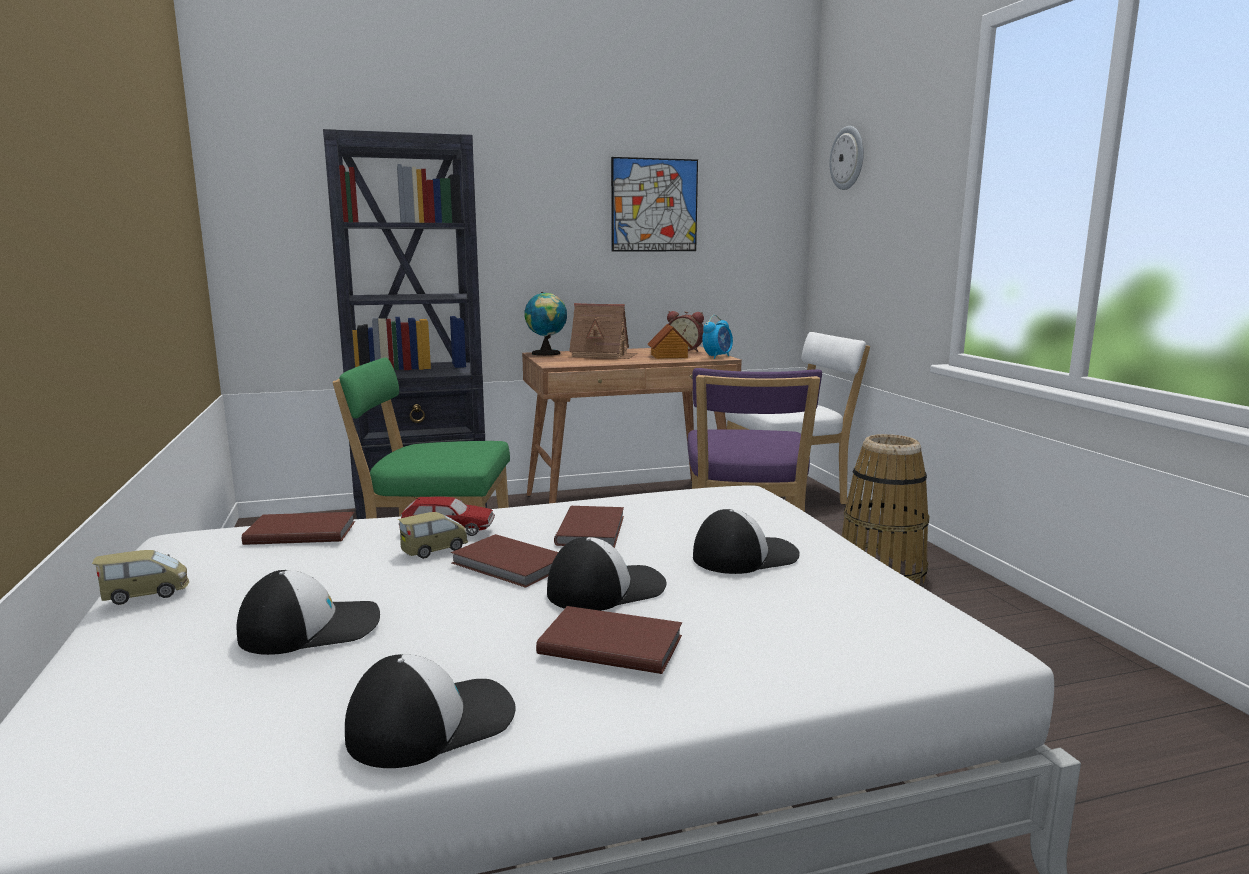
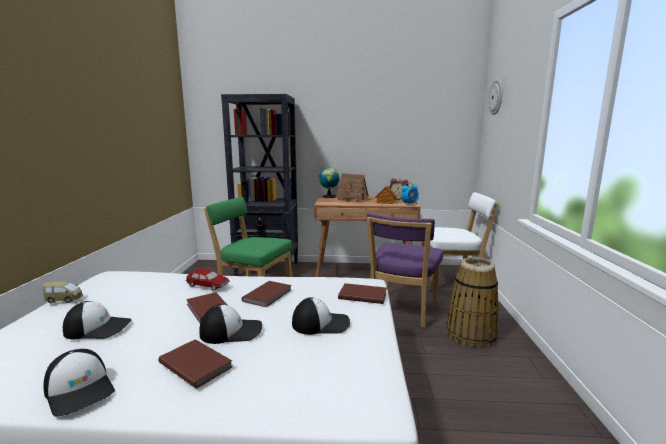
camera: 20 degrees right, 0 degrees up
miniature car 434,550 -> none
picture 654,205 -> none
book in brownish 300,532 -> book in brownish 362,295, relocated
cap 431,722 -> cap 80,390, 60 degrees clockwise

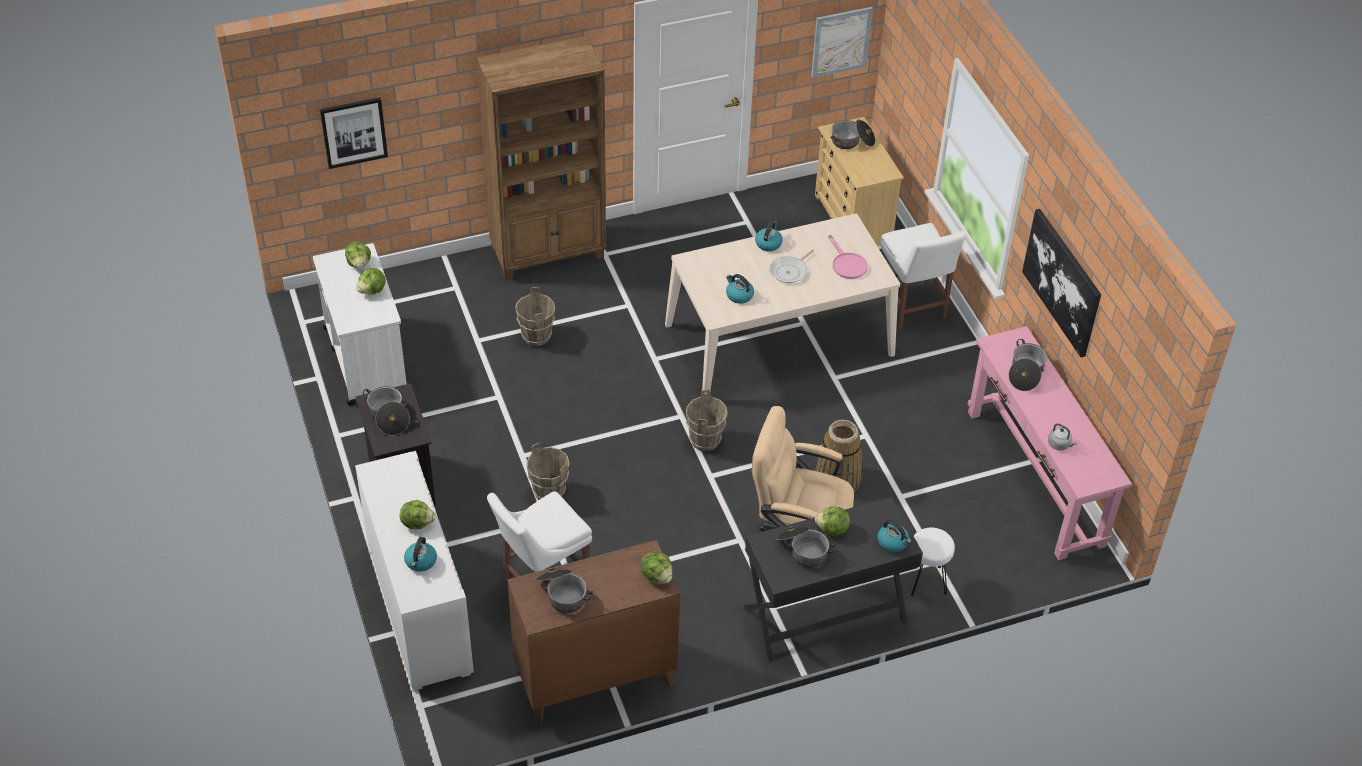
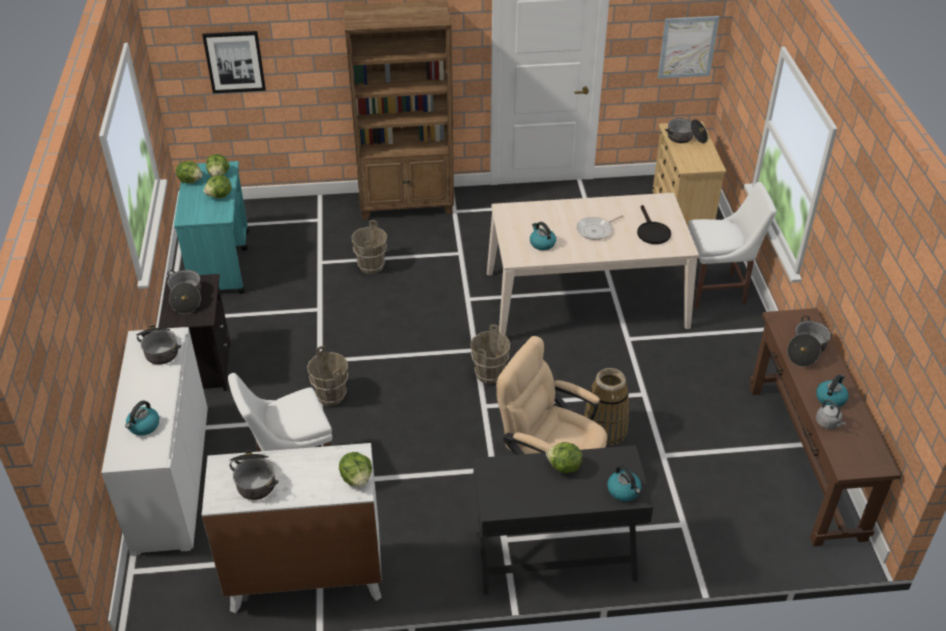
camera: 15 degrees right, 5 degrees down
stool in white 926,581 -> none
picture 1062,282 -> none
head of lettuce 417,522 -> head of lettuce 191,180, relocated
kettle 768,243 -> kettle 830,398, relocated
saucepot 803,550 -> saucepot 160,349, relocated
trolley in white 365,358 -> trolley in blue-green 220,262
dresser in brownish 595,679 -> dresser in white 306,577
skillet in pink-coloured 846,264 -> skillet in black 651,232
hall table in pink-coloured 1034,477 -> hall table in brownish 804,460
upright chair in white 912,307 -> upright chair in white 717,290, 90 degrees counterclockwise

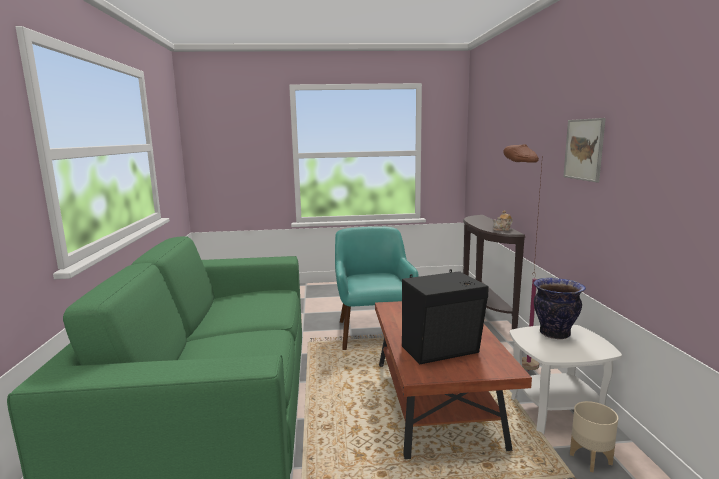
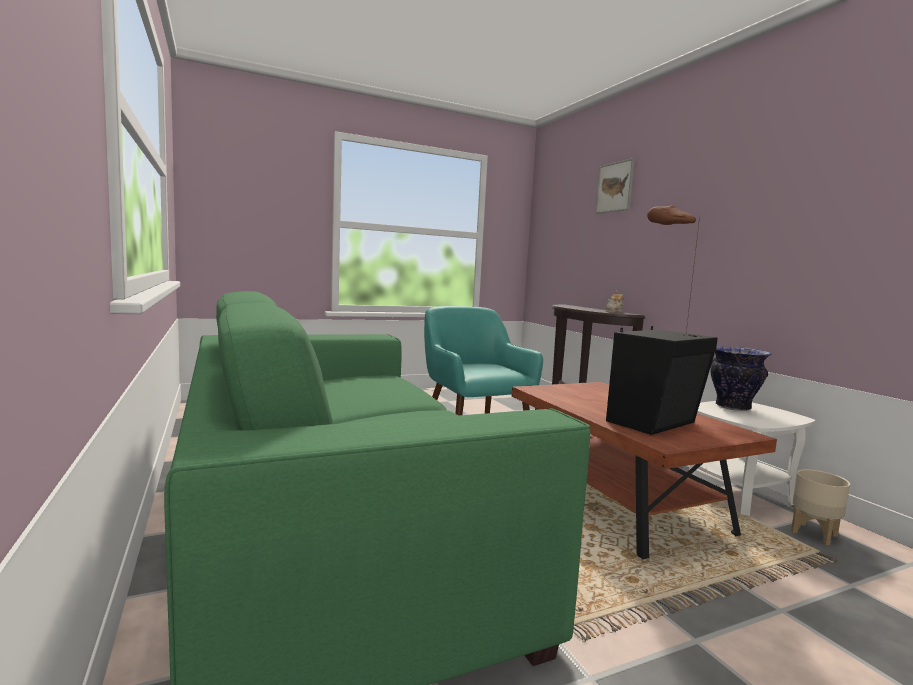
camera: 20 degrees left, 5 degrees down
picture 584,149 -> picture 614,187, relocated

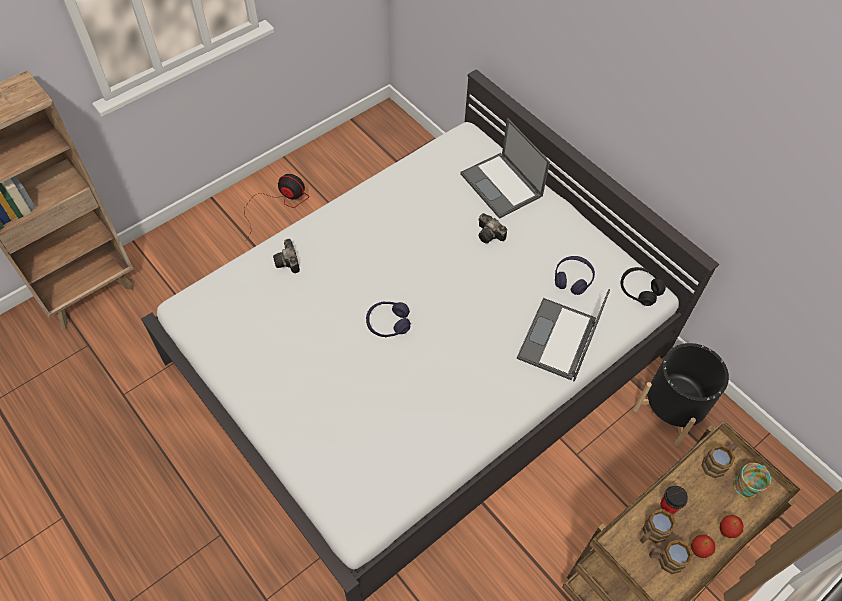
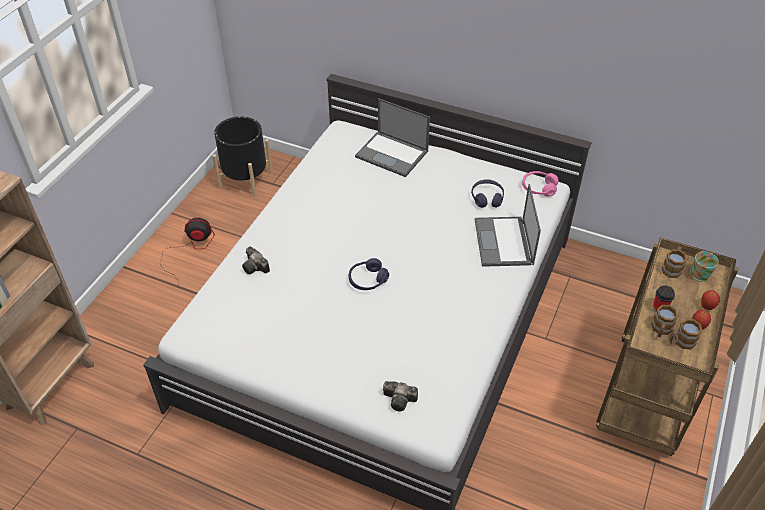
camera: 25 degrees left, 10 degrees down
photo camera 490,235 -> photo camera 401,400, relocated
plant pot in black 671,410 -> plant pot in black 245,179, relocated
headphones in black 639,290 -> headphones in pink-coloured 539,188

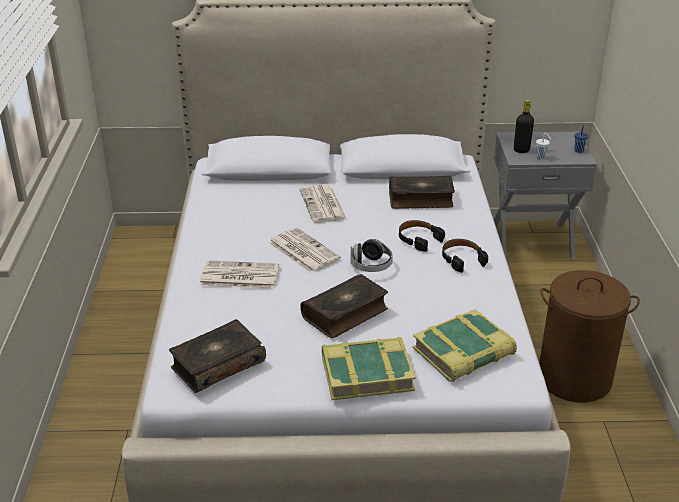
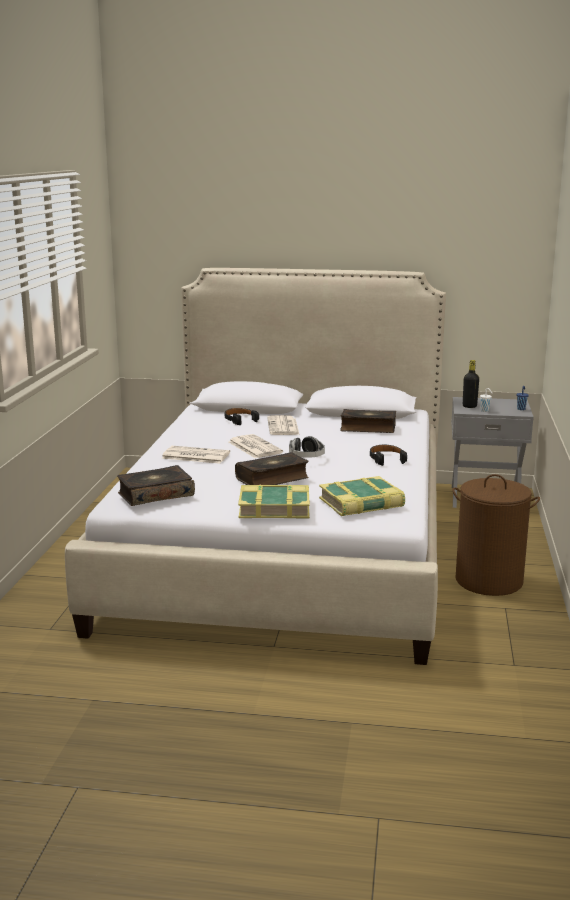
camera: 10 degrees right, 15 degrees down
headphones in black 418,239 -> headphones in black 240,420, relocated

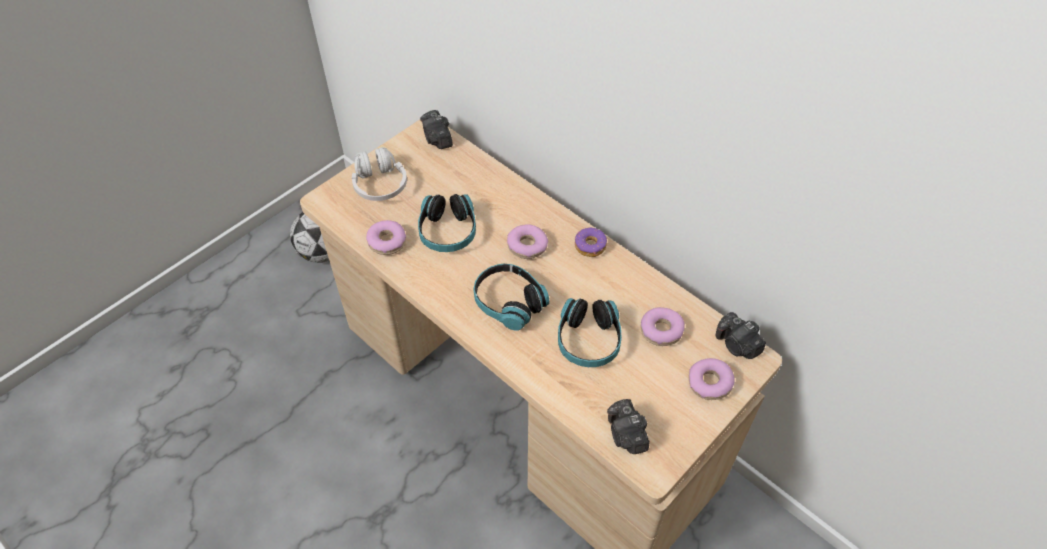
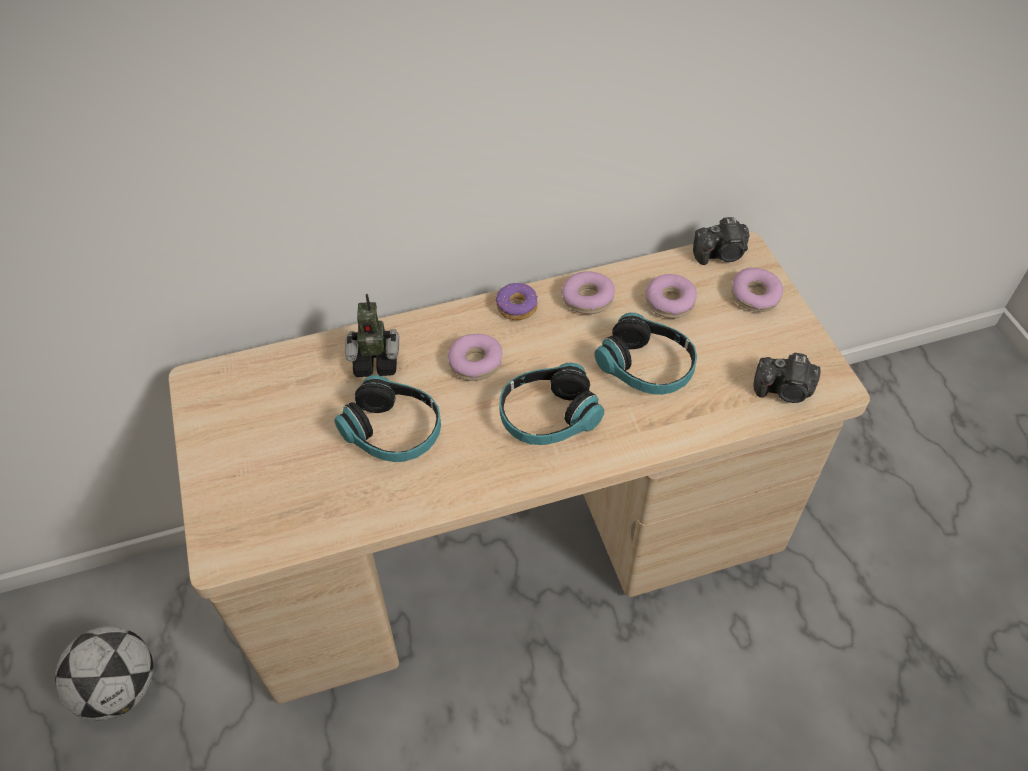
camera: 60 degrees left, 0 degrees up
headphones in white 380,184 -> none
photo camera 437,139 -> none
none -> robot figure 376,361
doughnut 387,242 -> doughnut 587,299, relocated

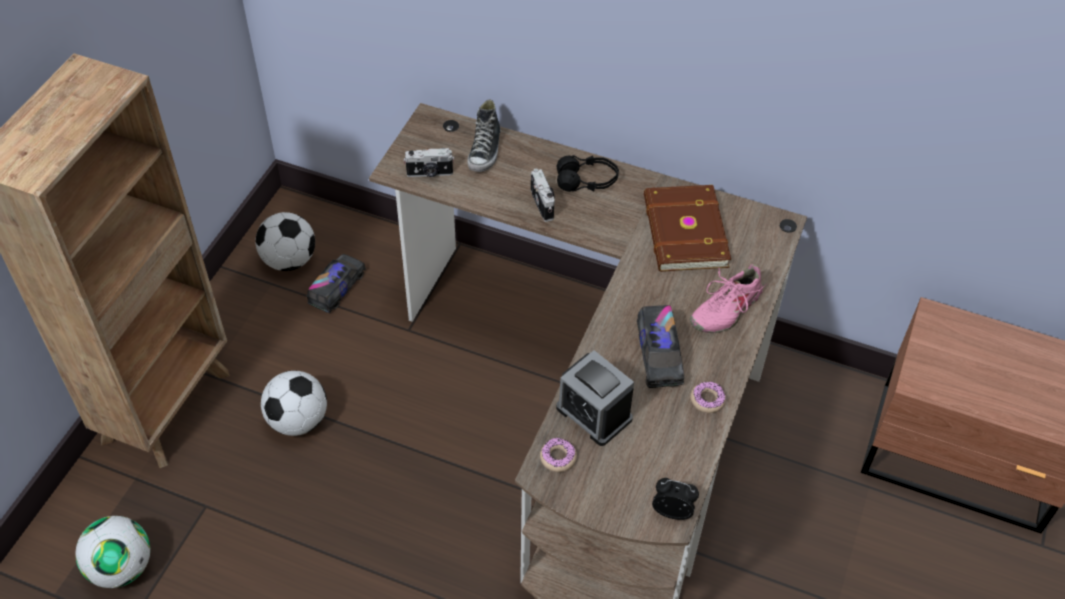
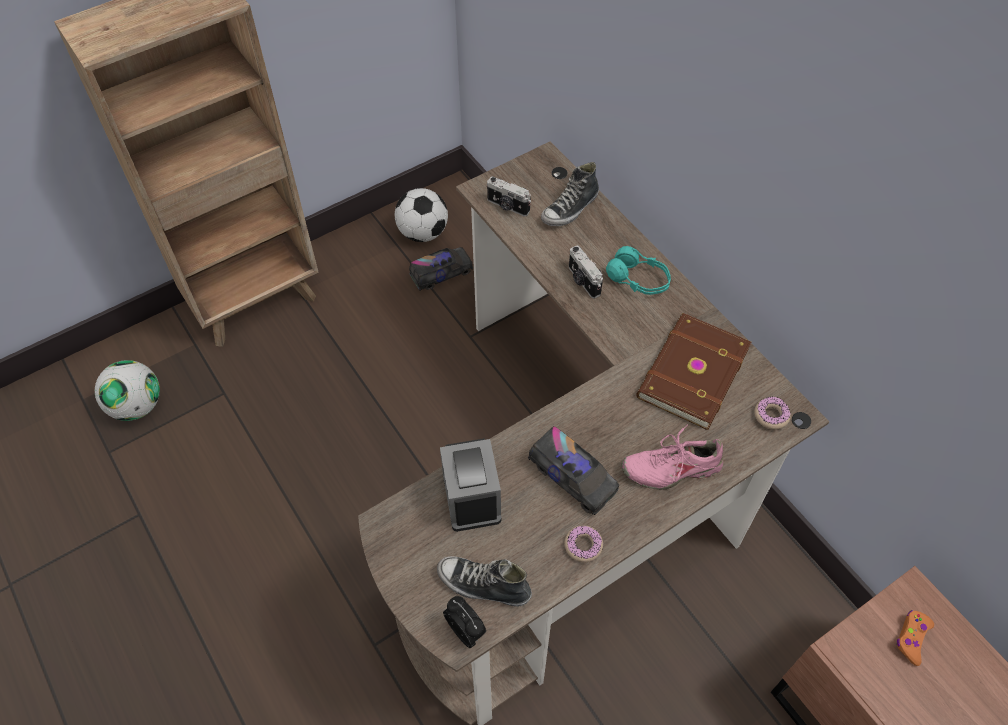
camera: 35 degrees right, 5 degrees up
football ball 298,420 -> none
none -> item of footwear 483,585
none -> gamepad in orange 911,638
doughnut 558,458 -> doughnut 771,416, relocated
headphones in black 587,181 -> headphones in blue-green 638,280
photo camera 543,204 -> photo camera 583,281, 135 degrees clockwise
toy lorry 658,356 -> toy lorry 572,477, 75 degrees counterclockwise

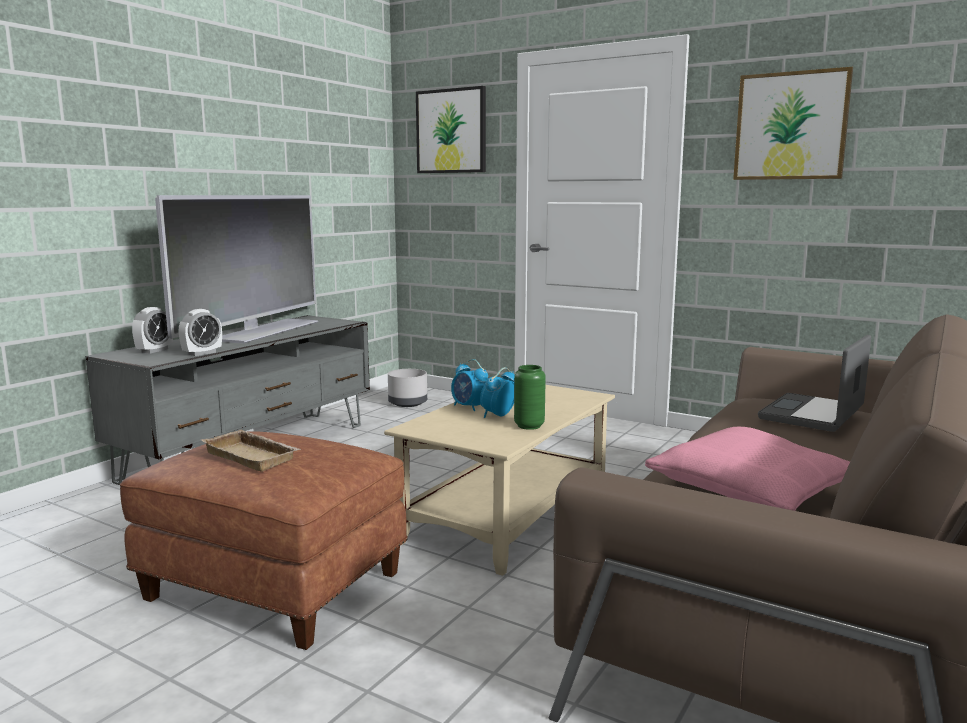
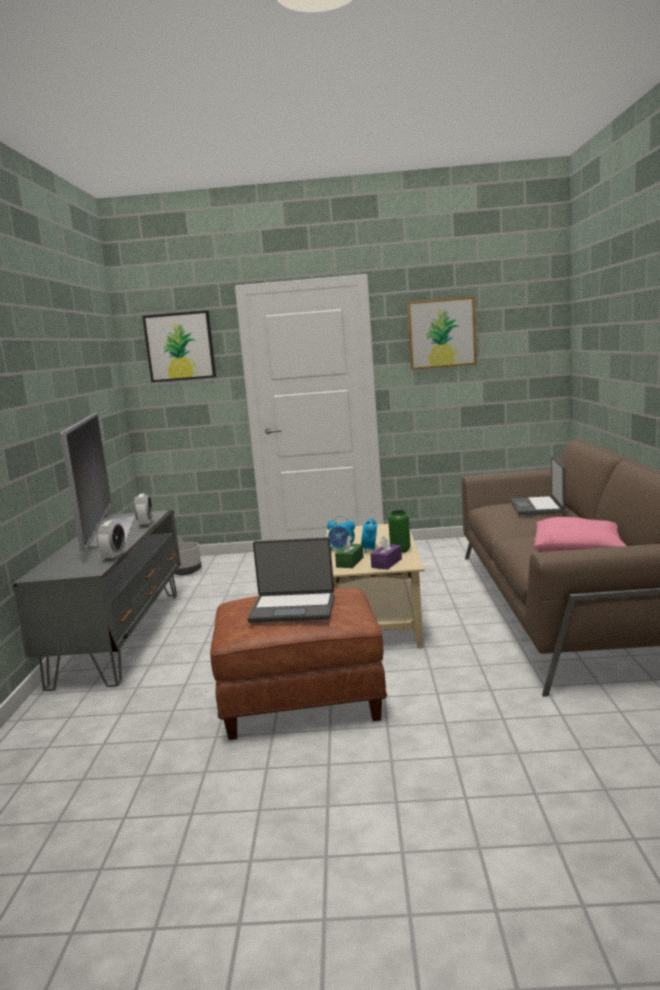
camera: 30 degrees left, 0 degrees up
none -> tissue holder in green-coloured 350,562
none -> tissue holder in purple 386,563
table clock 154,350 -> table clock 145,525, relocated
carrying tray in beige 254,456 -> notebook computer 293,608

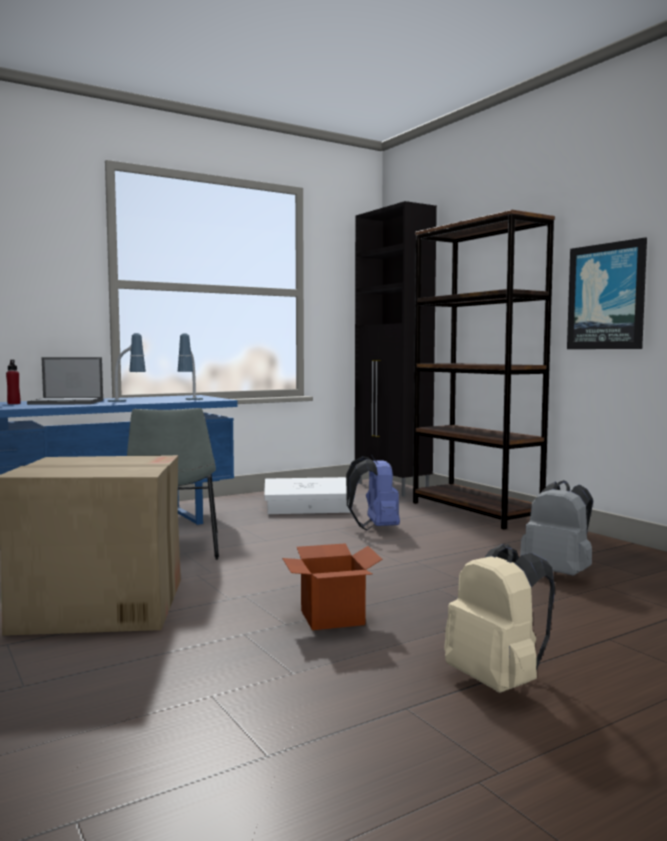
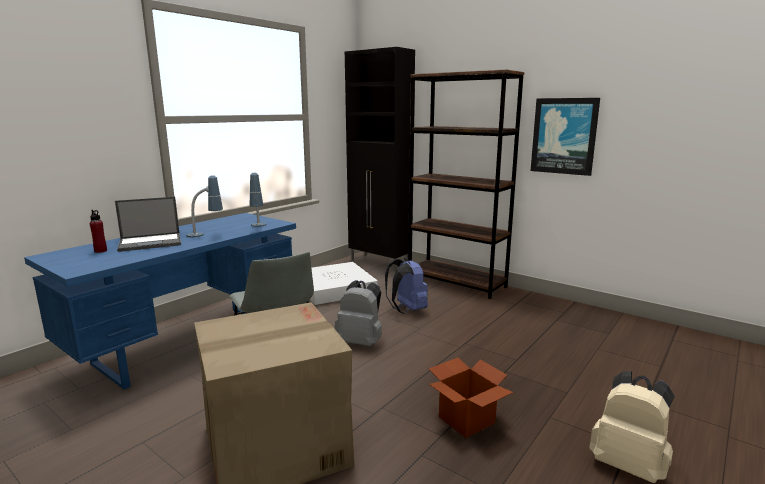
camera: 20 degrees left, 10 degrees up
knapsack in gray 558,574 -> knapsack in gray 361,342, relocated

